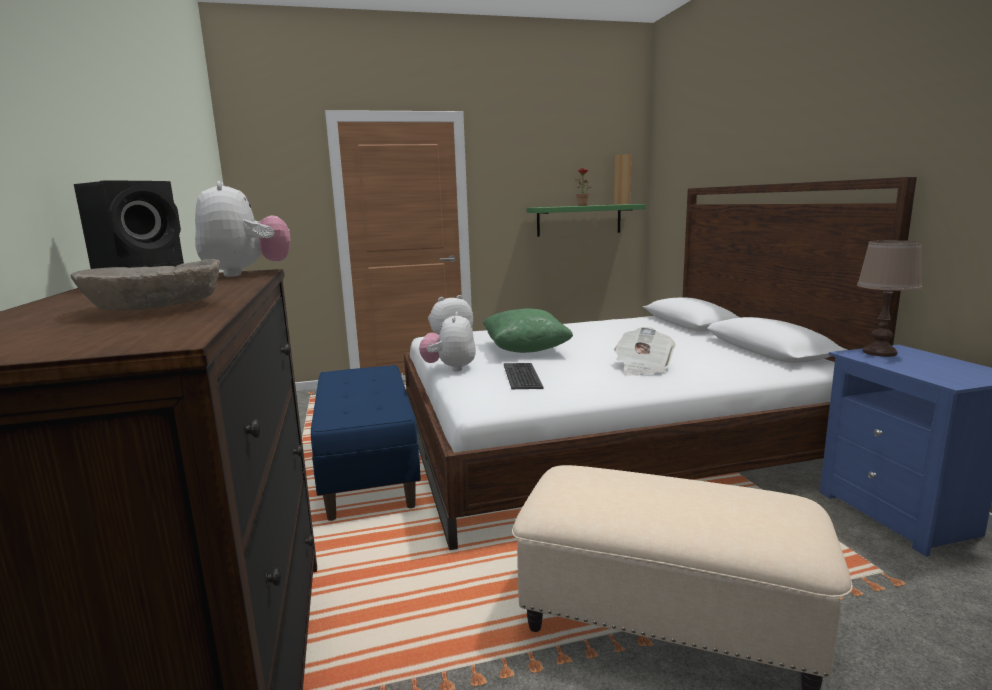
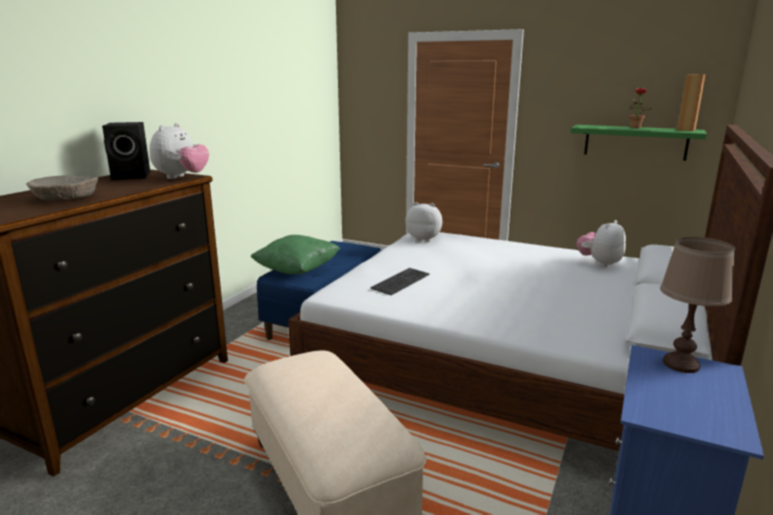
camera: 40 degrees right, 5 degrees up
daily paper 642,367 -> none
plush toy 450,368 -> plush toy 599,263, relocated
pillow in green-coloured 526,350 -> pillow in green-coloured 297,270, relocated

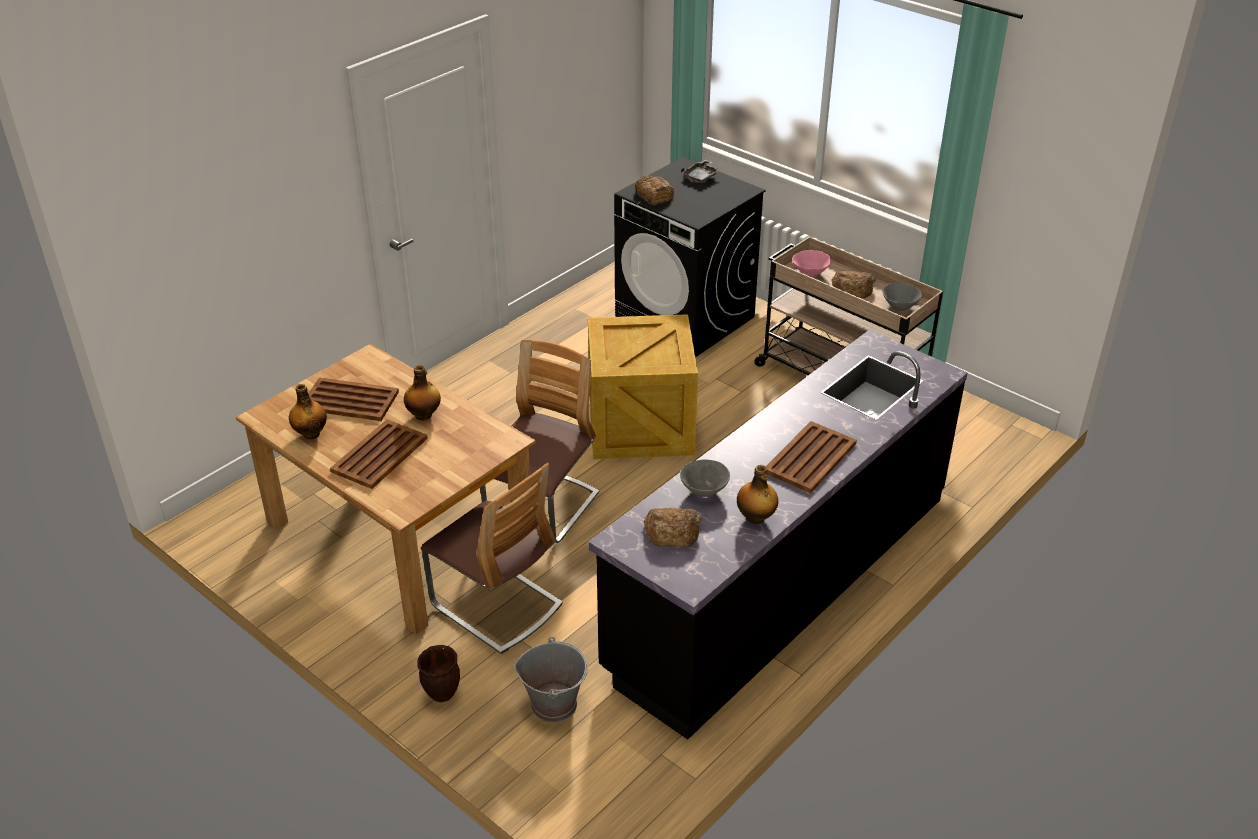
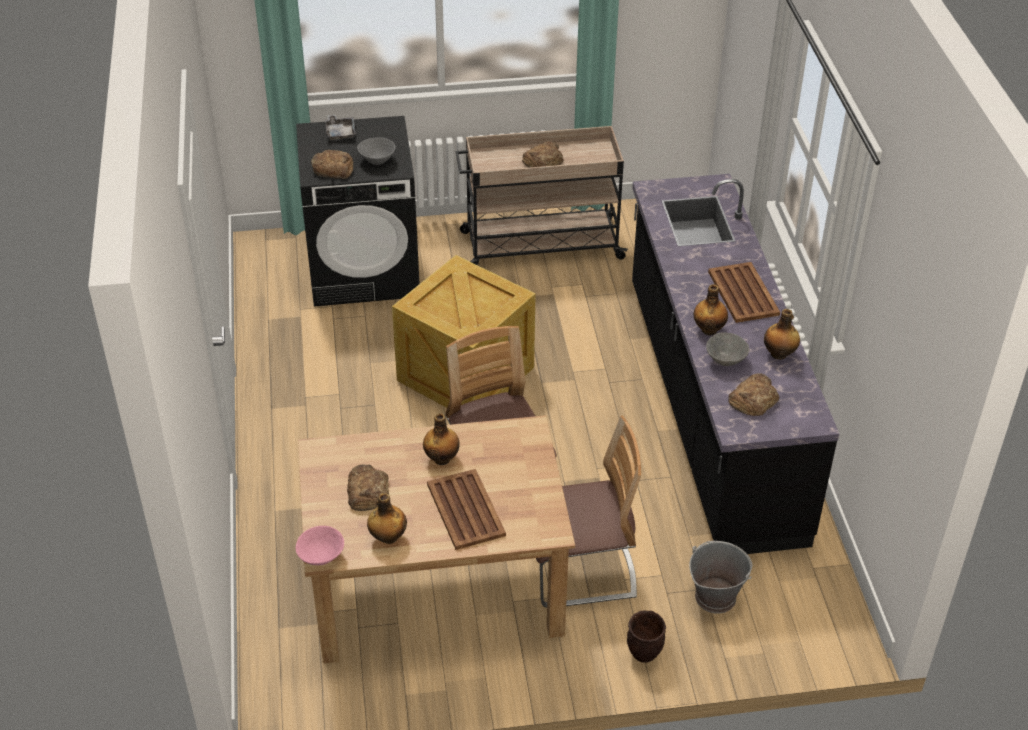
camera: 50 degrees left, 5 degrees up
none -> beverage bottle 709,329
bowl in pink-coloured 809,273 -> bowl in pink-coloured 320,557, relocated
bowl in gray 899,306 -> bowl in gray 377,160, relocated
carrying tray in brownish 349,400 -> baked bread 367,492

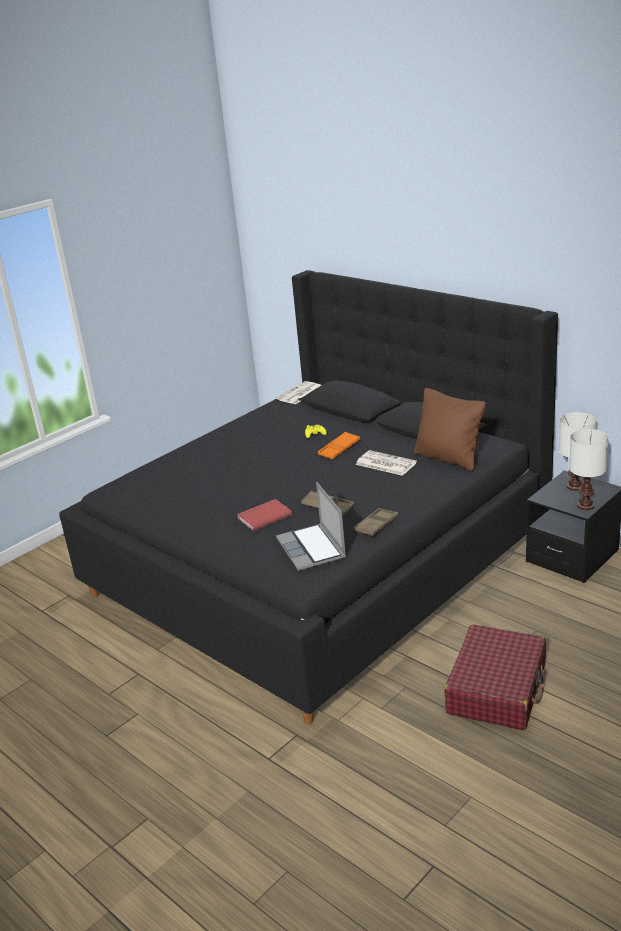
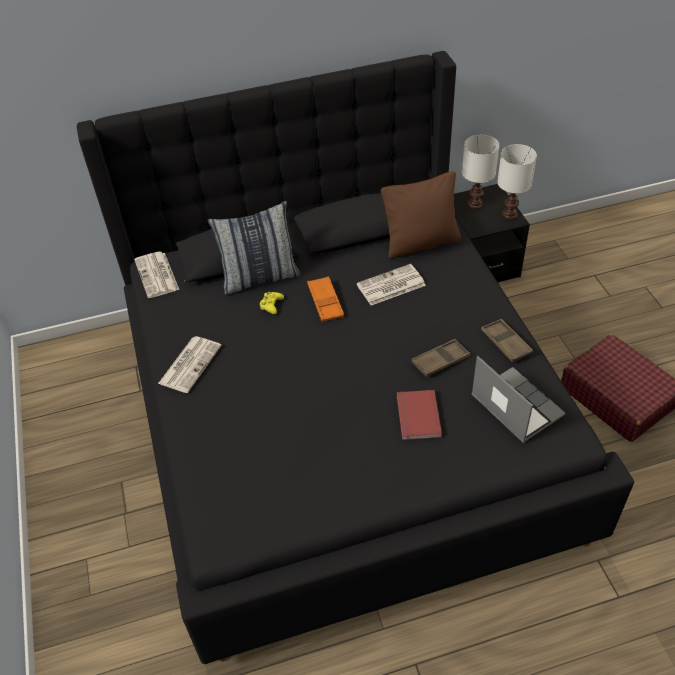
camera: 60 degrees left, 20 degrees up
none -> daily paper 190,364
none -> pillow 260,277
notebook computer 312,549 -> notebook computer 515,406, 135 degrees counterclockwise

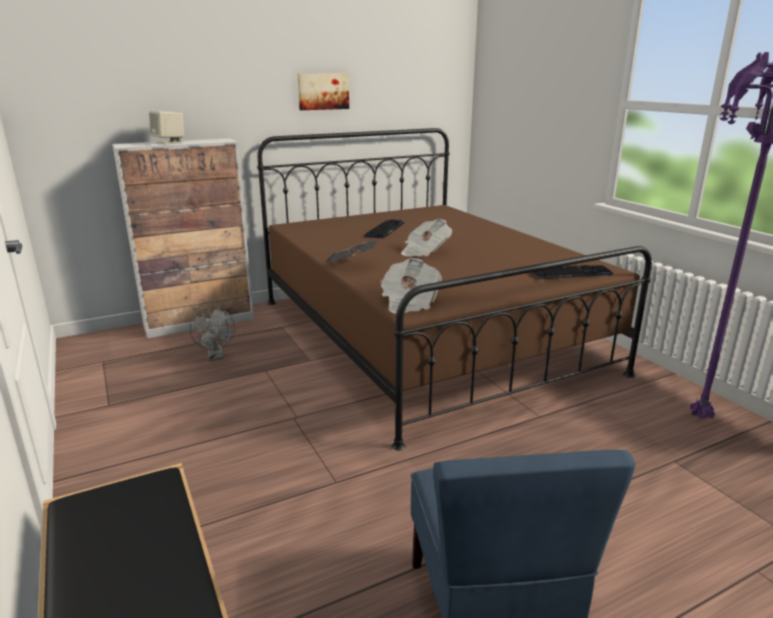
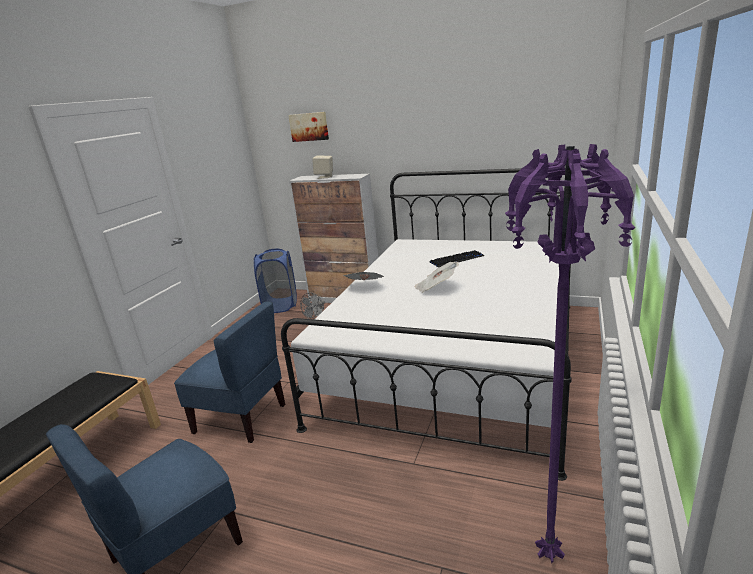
camera: 50 degrees right, 0 degrees up
daily paper 409,302 -> none
keyboard 571,273 -> none
none -> upright chair in blue-coloured 241,418
none -> hamper in blue-coloured 280,305
picture 323,91 -> picture 309,126, relocated
bed in brownish 426,334 -> bed in white 455,358

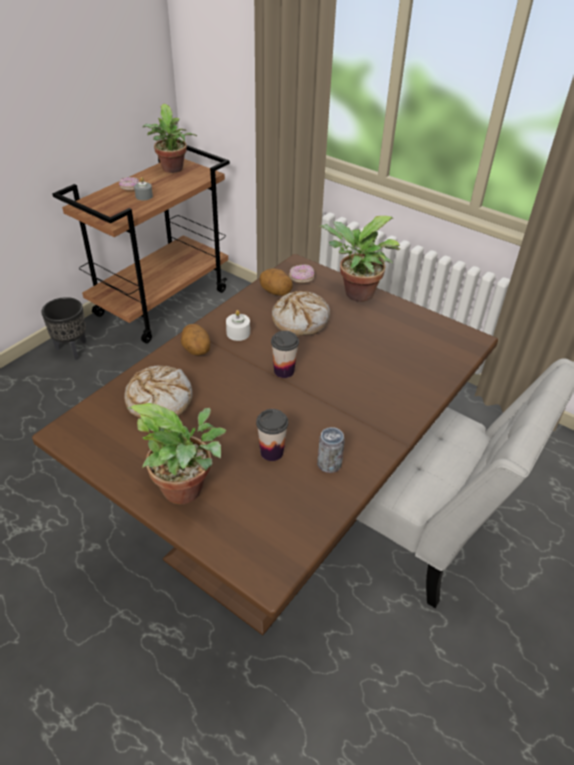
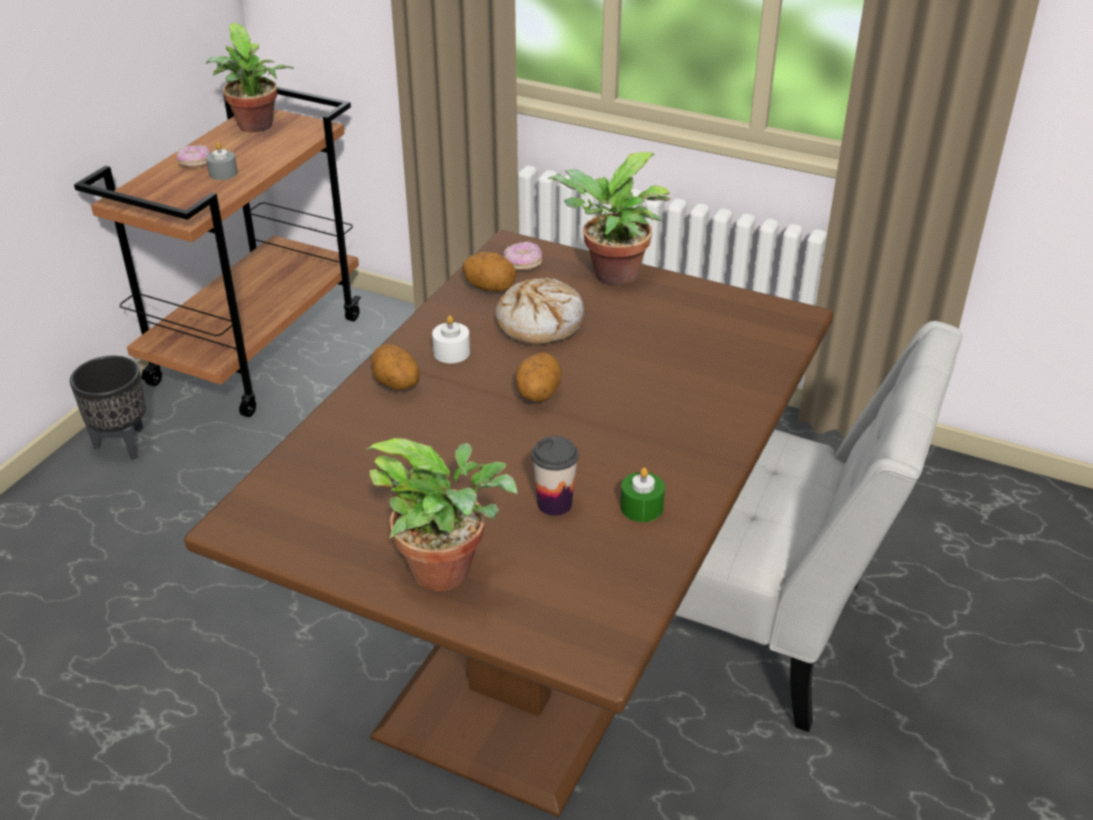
camera: 10 degrees left, 5 degrees down
baked bread 159,400 -> none
small cup 284,371 -> spud 537,395
sealed can 329,464 -> wax candle in green-coloured 641,507

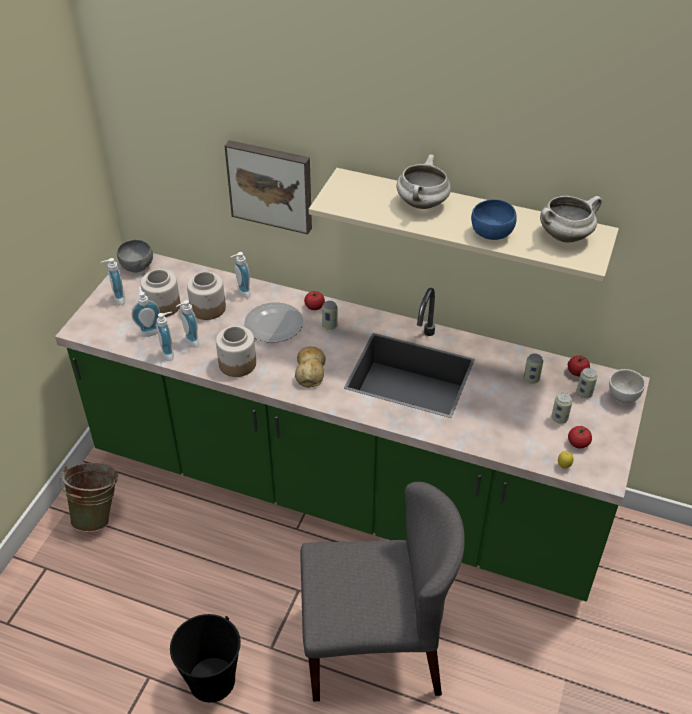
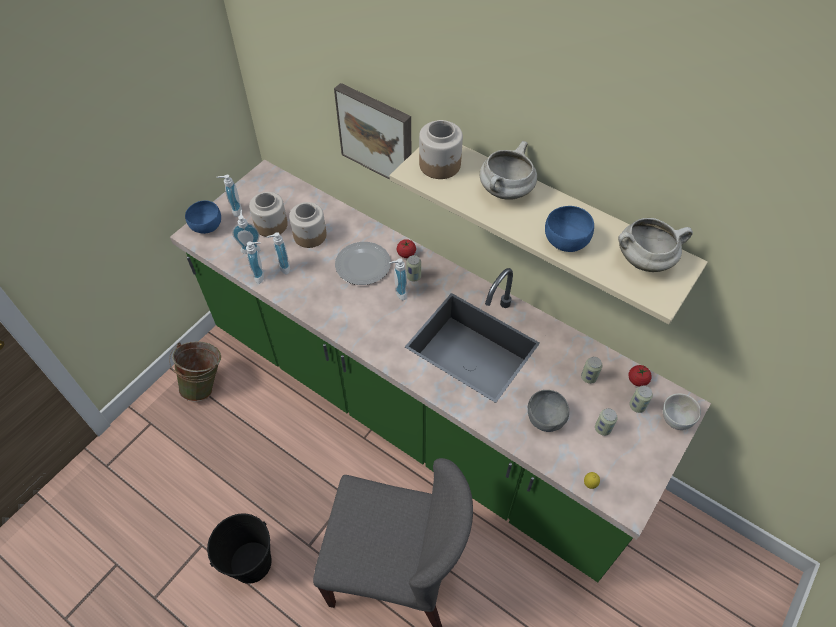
camera: 15 degrees right, 10 degrees up
baked bread 310,371 -> none
whole tomato 578,443 -> none
none -> bowl in blue-coloured 207,227
bowl in gray 137,266 -> bowl in gray 545,418, relocated
storage jar 238,364 -> storage jar 440,165, relocated
liquid soap bottle 242,293 -> liquid soap bottle 398,293, relocated

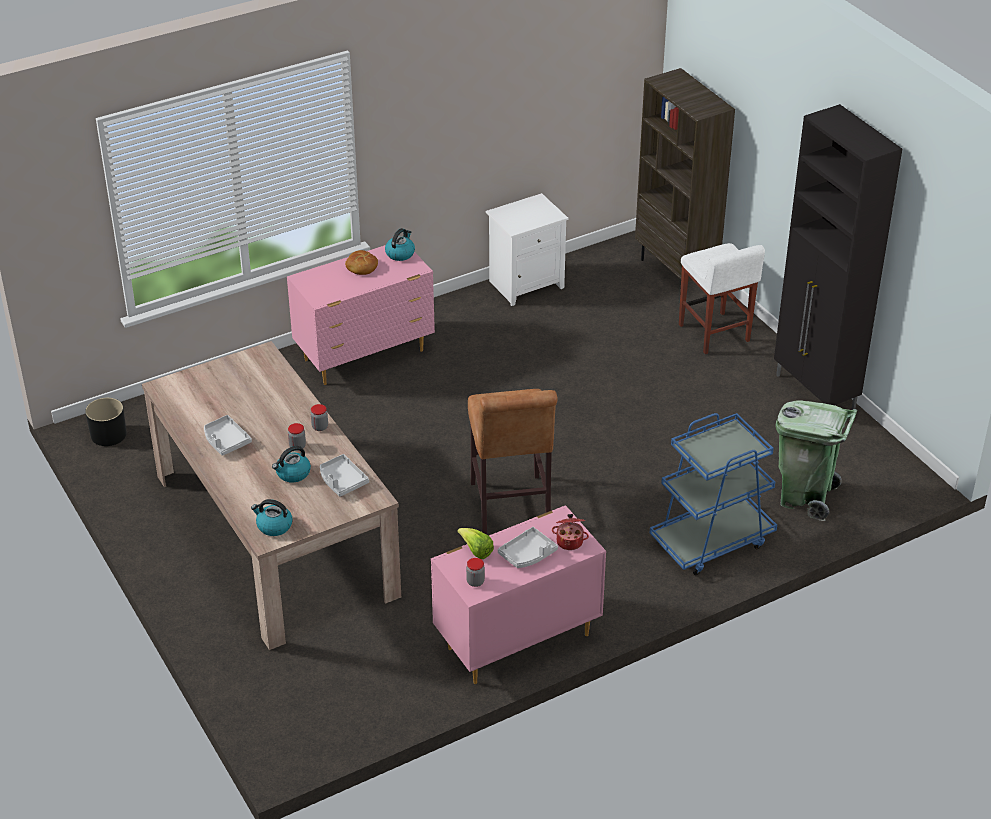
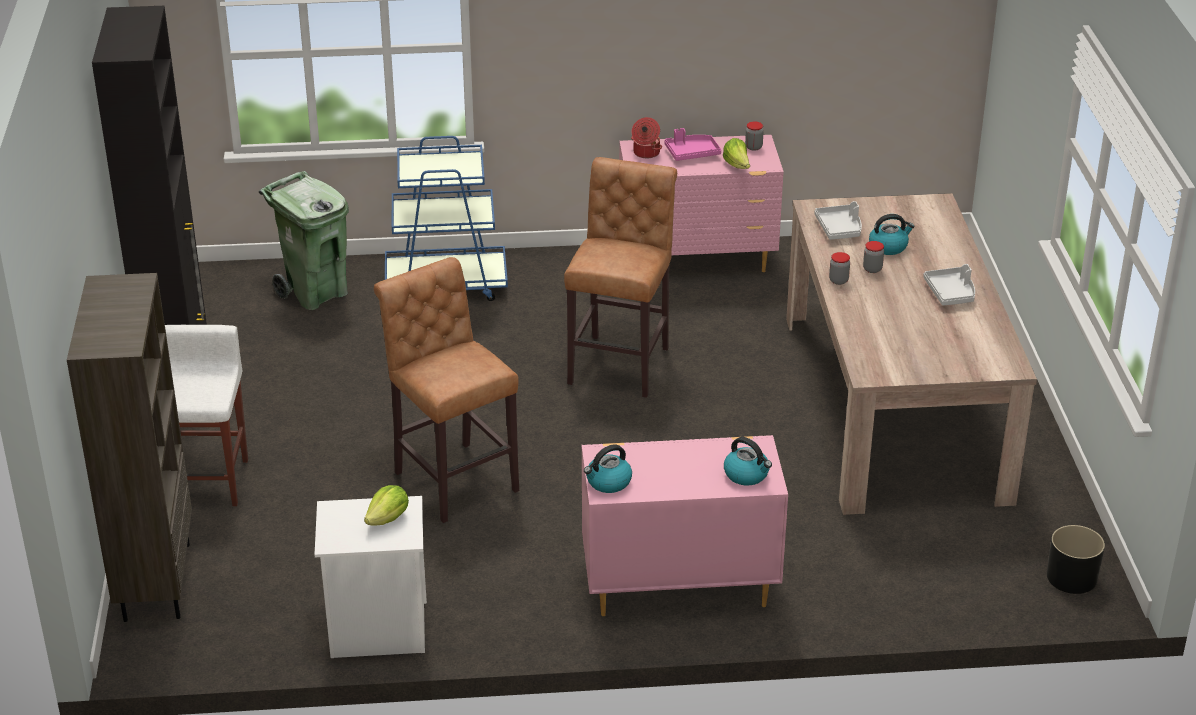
camera: 155 degrees left, 5 degrees down
baked bread 361,267 -> none
none -> head of lettuce 388,519
none -> stool in brownish 452,478
kettle 274,526 -> kettle 747,475, relocated
carrying tray in gray 528,554 -> carrying tray in pink-coloured 692,153

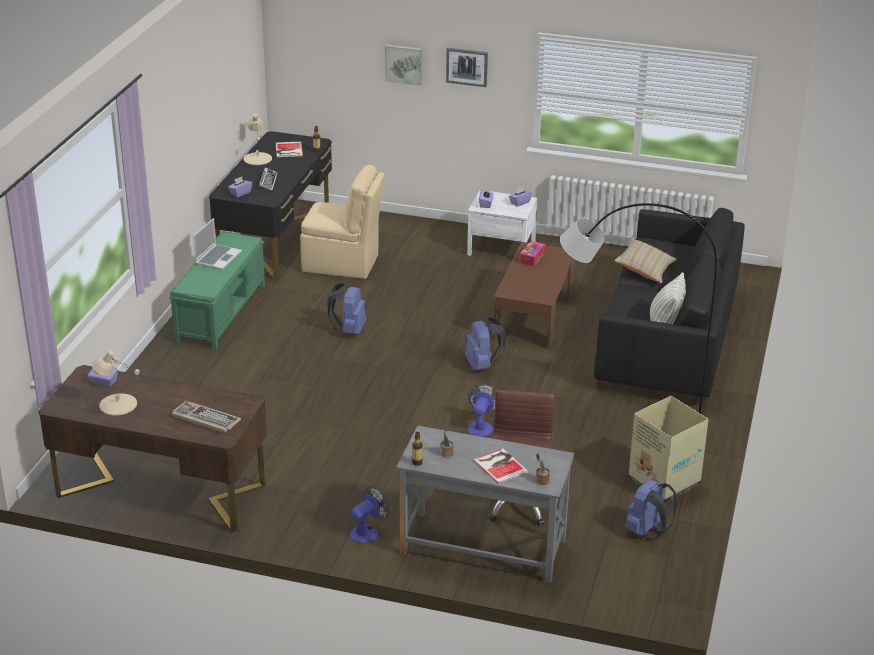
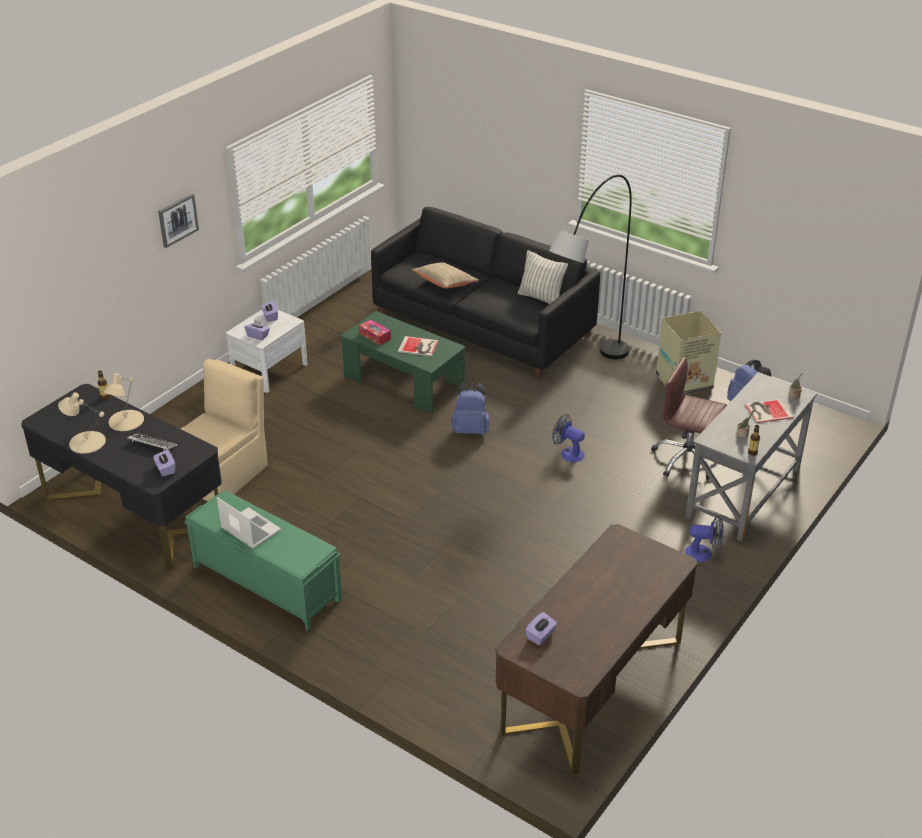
camera: 70 degrees left, 5 degrees up
keyboard 205,419 -> none
knapsack in blue-coloured 349,330 -> none
picture 404,64 -> none
table lamp in beige 117,404 -> table lamp in beige 125,421, relocated
book 288,150 -> book 419,347, relocated
lounge table in brownish 533,316 -> lounge table in green-coloured 404,381
fan 368,531 -> fan 703,553, 120 degrees clockwise

